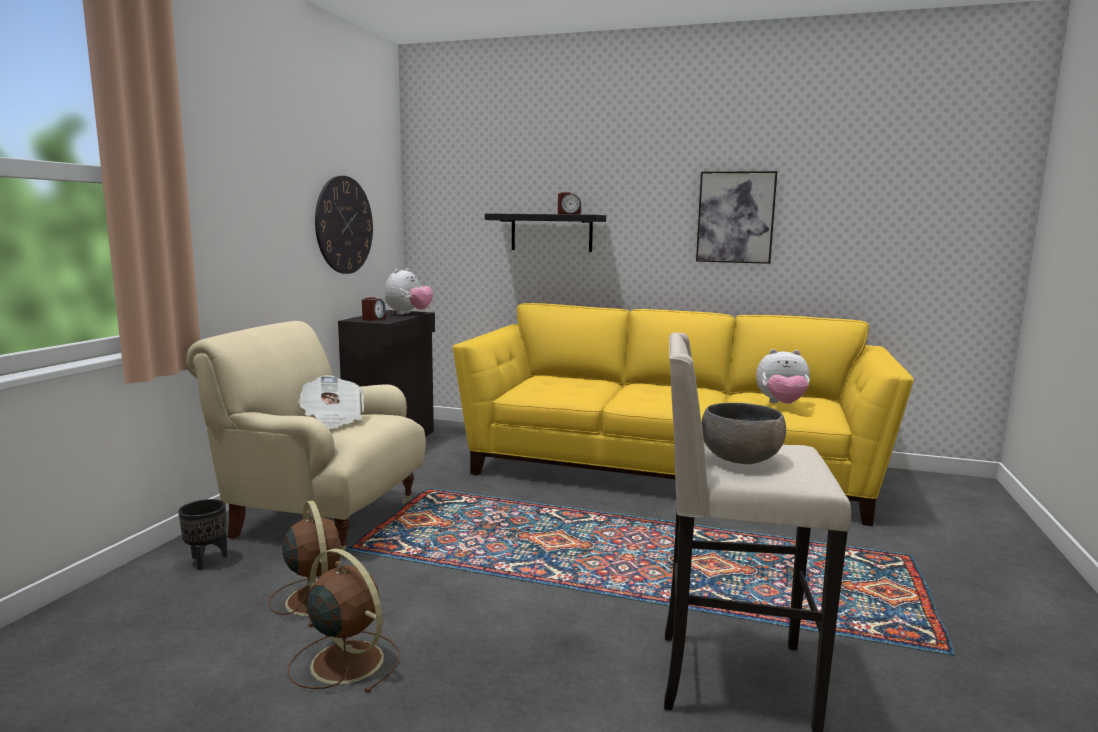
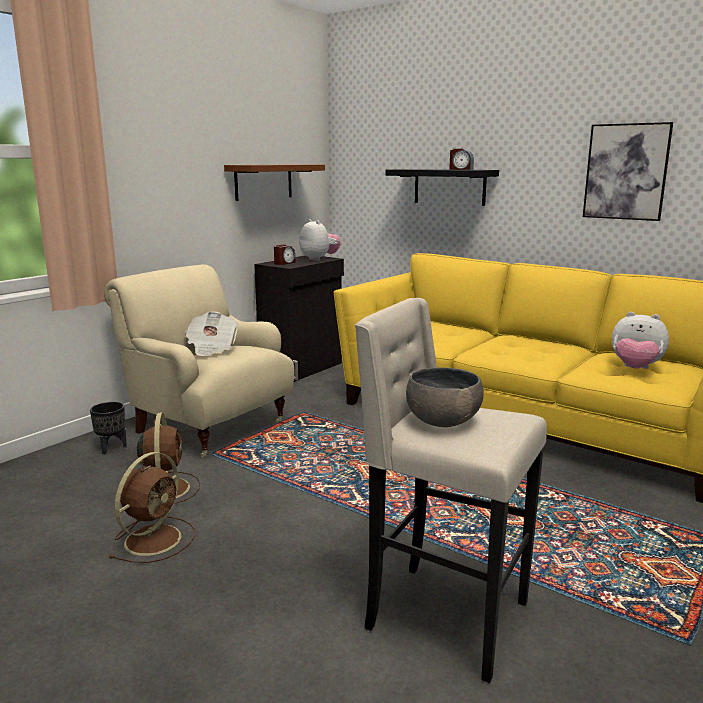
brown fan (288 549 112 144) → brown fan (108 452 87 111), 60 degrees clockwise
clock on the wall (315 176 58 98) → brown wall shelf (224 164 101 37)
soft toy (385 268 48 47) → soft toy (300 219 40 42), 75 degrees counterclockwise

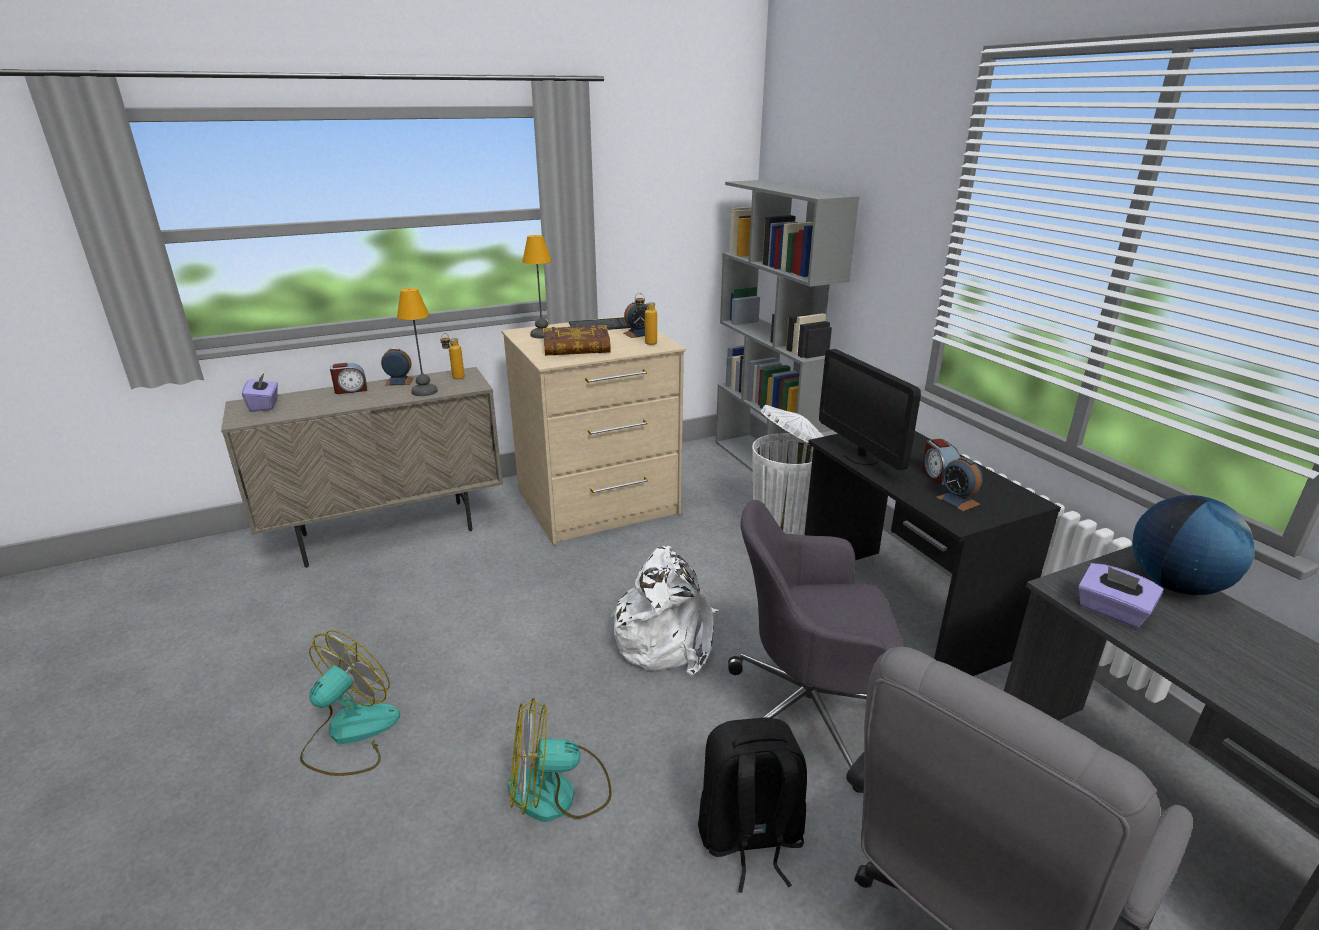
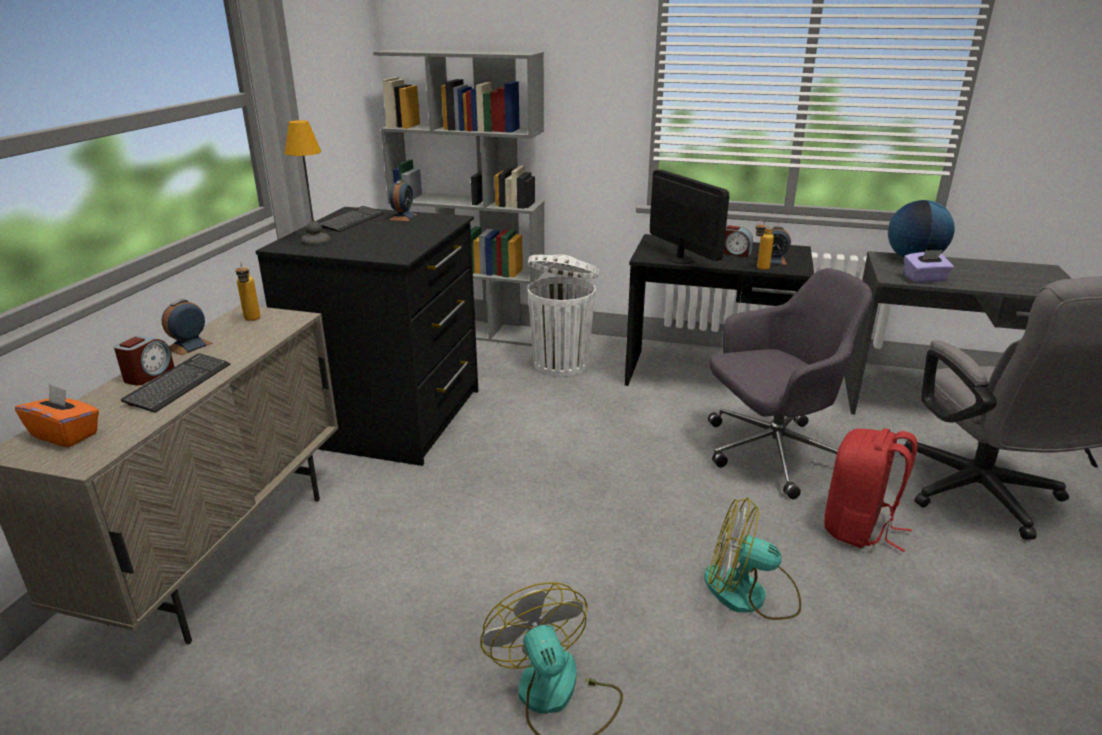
purple box of tissues (242 373 36 39) → orange-coloured box of tissues (15 384 84 64)
- → computer keyboard (121 353 109 60)
sand-coloured chest of drawers (502 316 184 229) → black chest of drawers (255 207 223 259)
computer display (819 349 102 121) → computer display (650 170 79 94), 135 degrees counterclockwise
fan (508 698 104 124) → fan (704 498 97 122), 75 degrees clockwise
gray office chair (728 500 177 293) → gray office chair (708 268 164 231), 150 degrees counterclockwise
drink bottle (635 293 22 52) → drink bottle (756 220 18 50), moved
black knapsack (698 717 109 175) → red-coloured knapsack (824 428 94 124)
tabletop lamp (397 288 41 108) → -
book (543 325 68 31) → -
whitish knapsack (611 546 107 130) → -

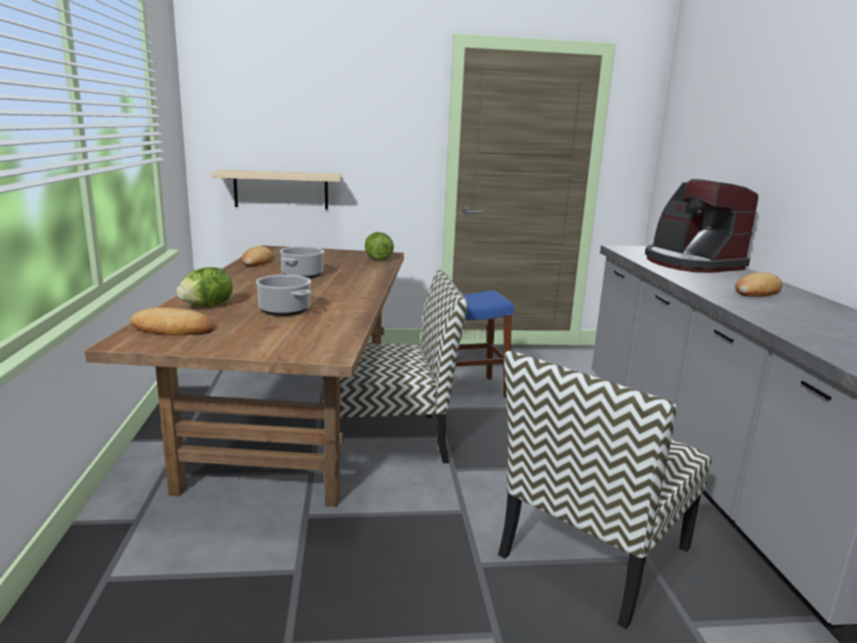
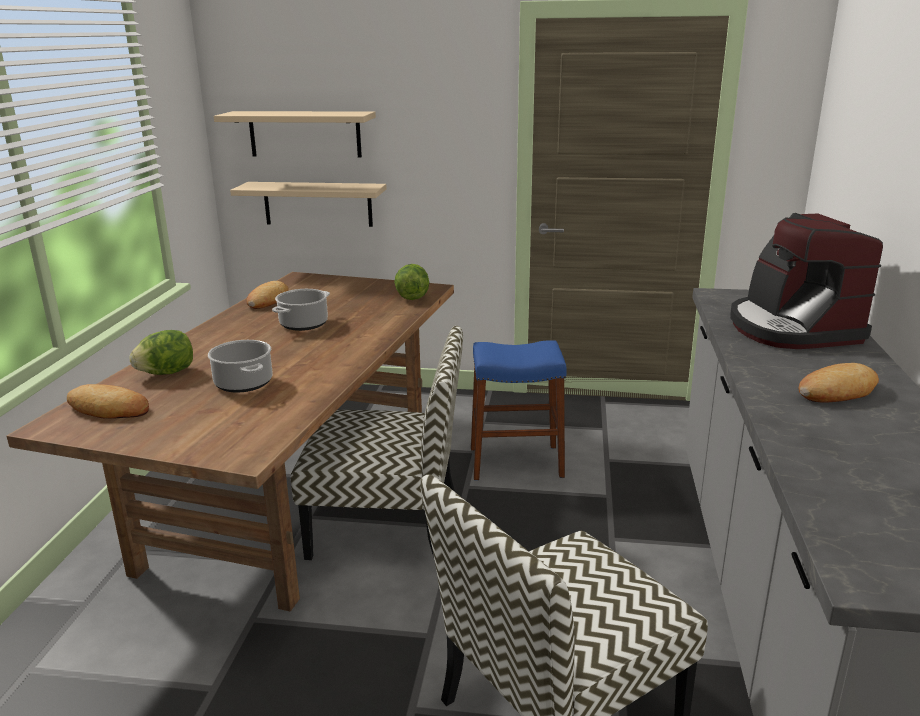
- → sand-coloured wall shelf (214 111 162 47)

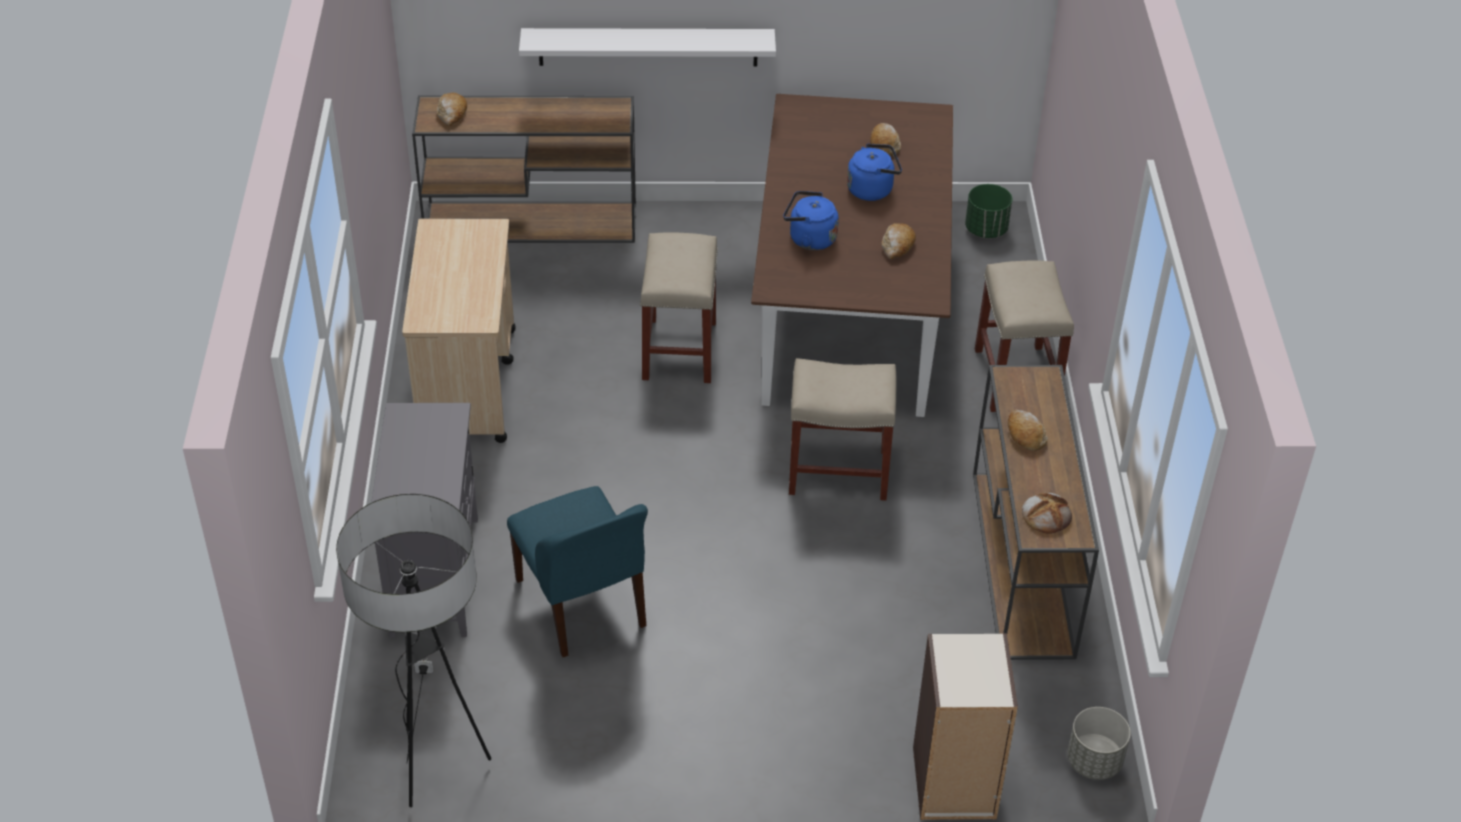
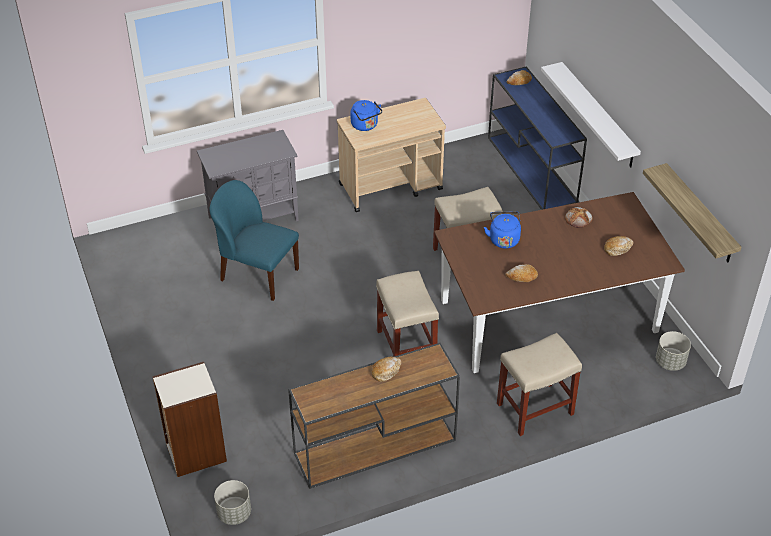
blue chair (507 486 141 171) → blue chair (210 180 89 121), 75 degrees clockwise
blue water kettle (847 144 55 57) → blue water kettle (350 100 32 31), moved
brown hall table (412 96 224 147) → blue hall table (488 66 99 144)
bakery bread (1022 493 50 41) → bakery bread (565 207 28 21), moved
- → wall shelf (643 163 99 99)
greenish flower pot (965 184 47 54) → gray flower pot (656 331 35 40)
standing lamp (336 494 156 313) → -

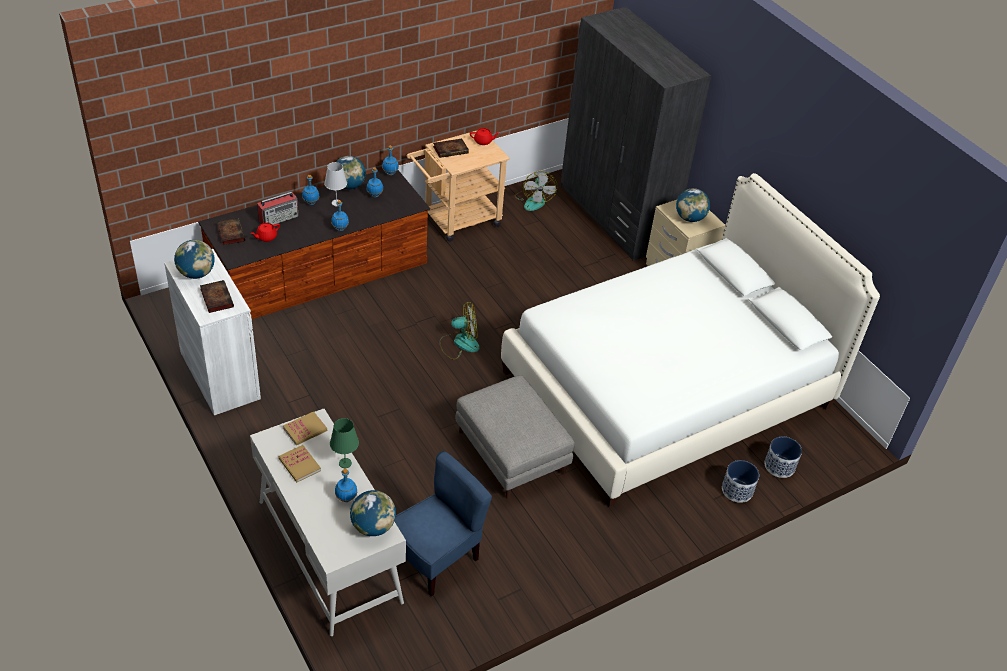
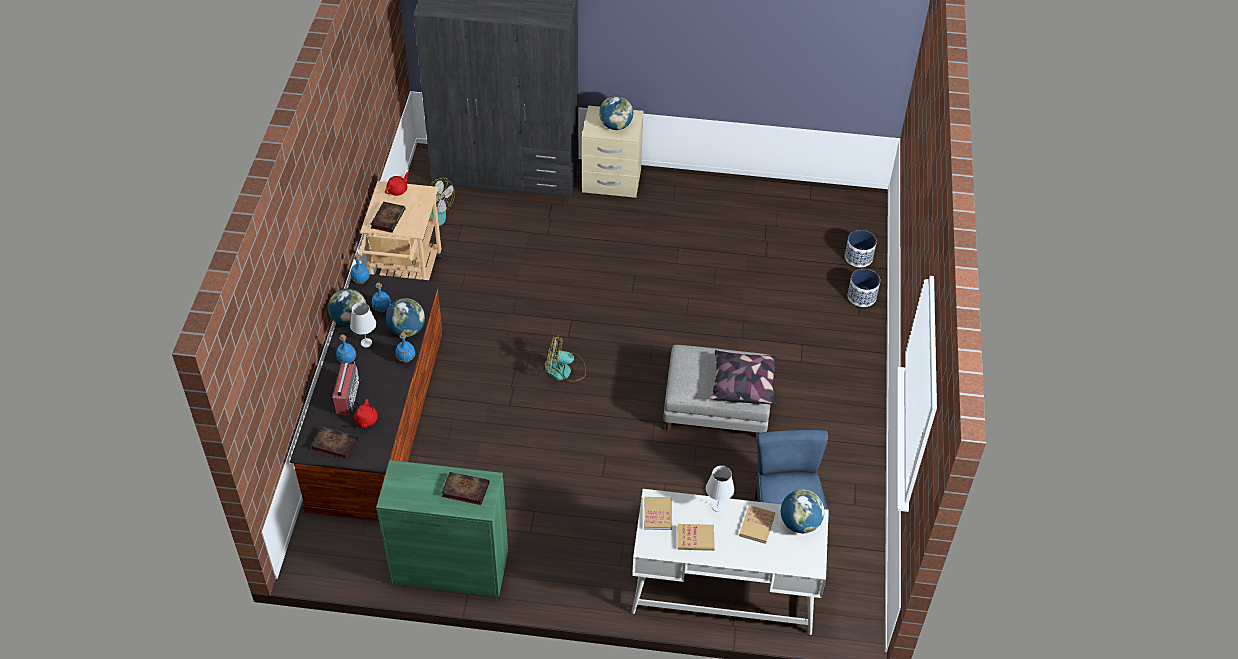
whitish cabinet (164 249 97 166) → greenish cabinet (376 460 132 137)
globe (174 240 41 39) → globe (386 298 39 39), moved
fan (440 302 39 58) → fan (545 335 41 47), 120 degrees counterclockwise
greenish tabletop lamp (330 418 29 50) → whitish tabletop lamp (706 466 28 46)
- → cushion (710 350 67 55)
blue drink bottle (335 469 22 33) → book (739 505 36 39)
whitish bed (501 173 379 334) → -

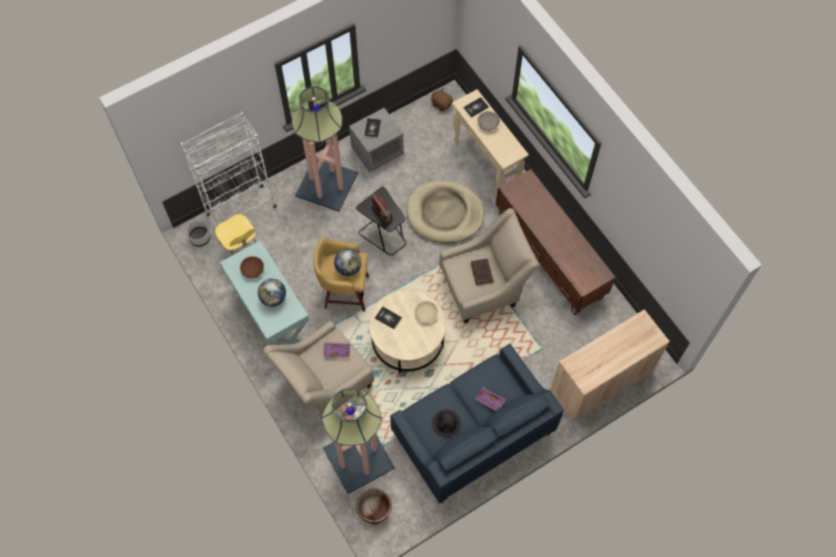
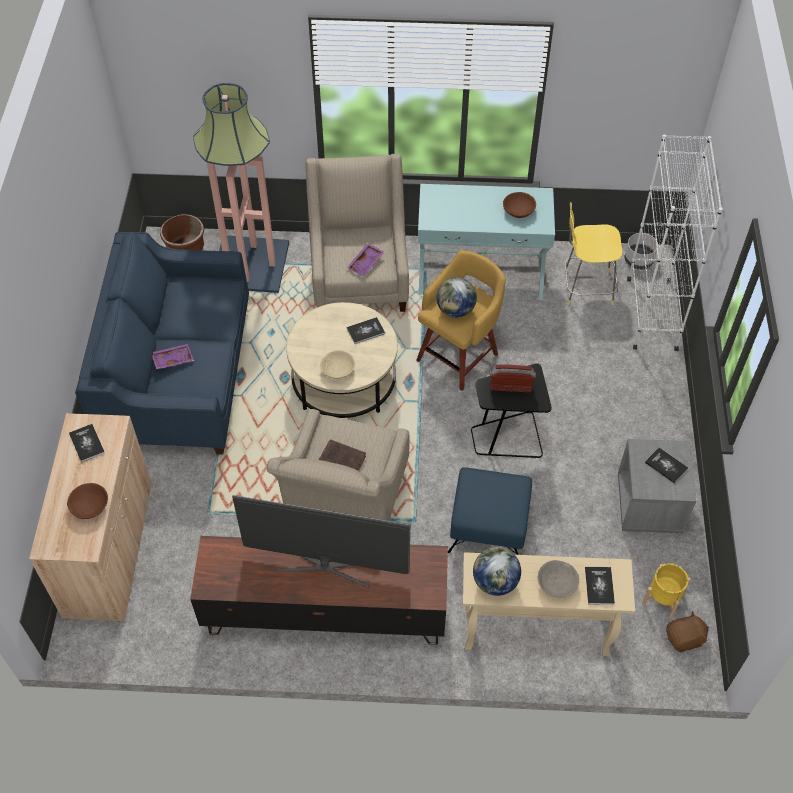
- → brown serving bowl (67 483 41 36)
- → book (69 424 36 38)
- → TV set (232 495 178 93)
sand-coloured dog cushion (407 180 78 63) → blue footrest (448 467 84 88)
globe (258 279 28 28) → globe (473 547 48 49), moved
- → yellowish flower pot (642 563 49 56)
standing lamp (292 86 66 126) → -
black hat (432 409 29 28) → -

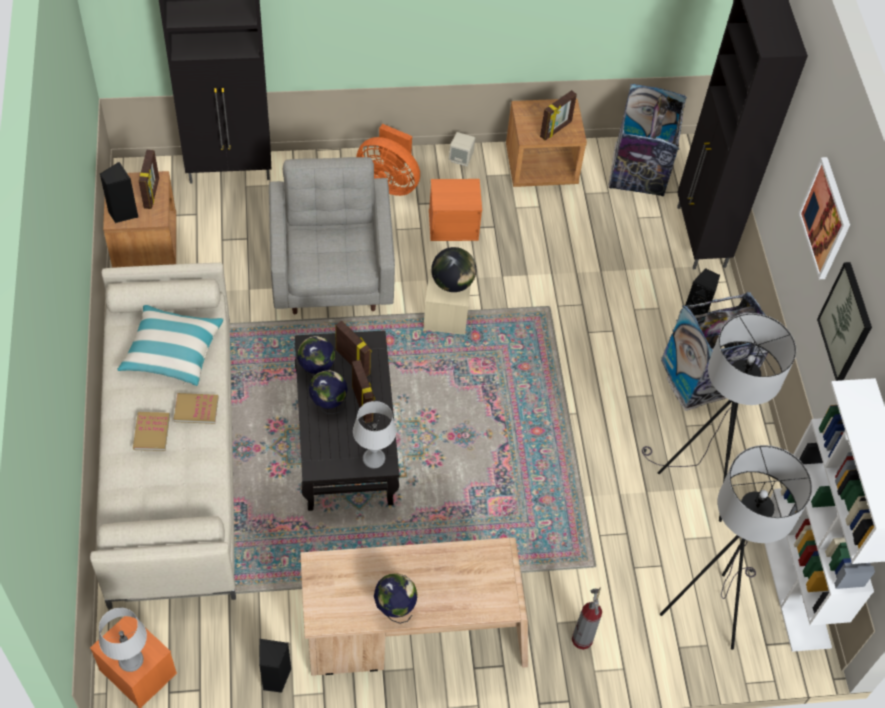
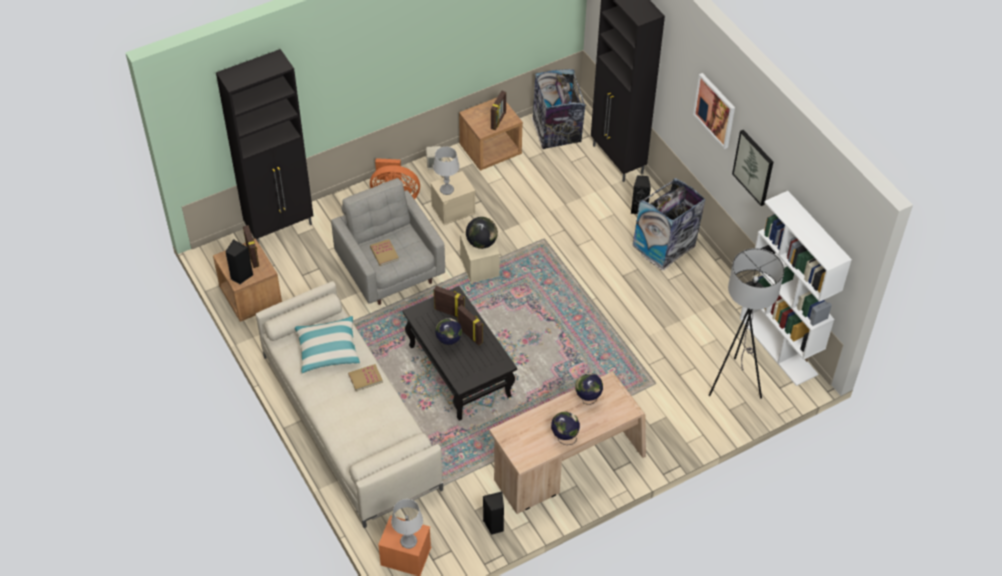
book (133 412 37 39) → book (370 239 29 27), moved
orange-coloured storage container (429 179 53 62) → sand-coloured storage container (430 171 46 54)
gray tabletop lamp (353 401 43 67) → gray tabletop lamp (433 147 27 48), moved
globe (297 336 38 42) → globe (575 373 28 32), moved
extinguisher (572 588 30 62) → -
gray standing lamp (642 313 154 209) → -

